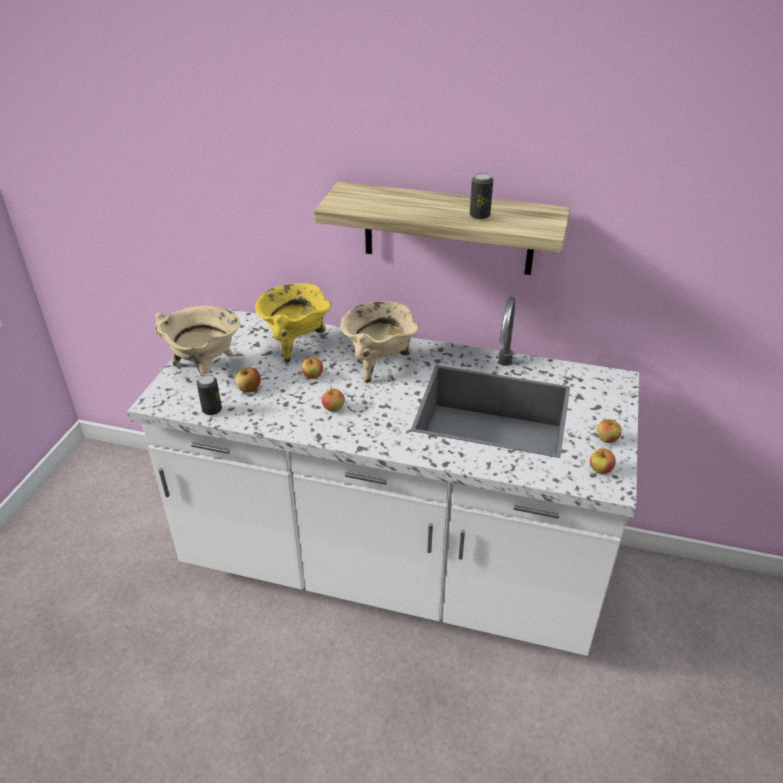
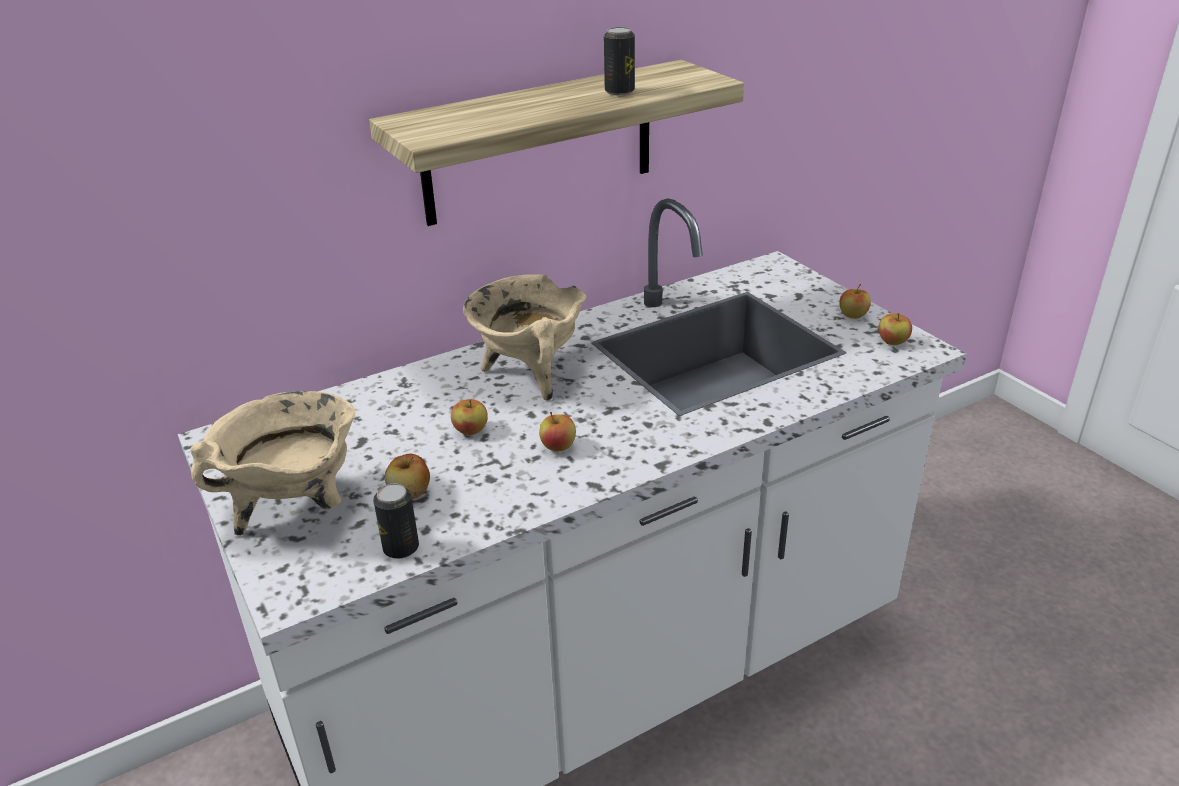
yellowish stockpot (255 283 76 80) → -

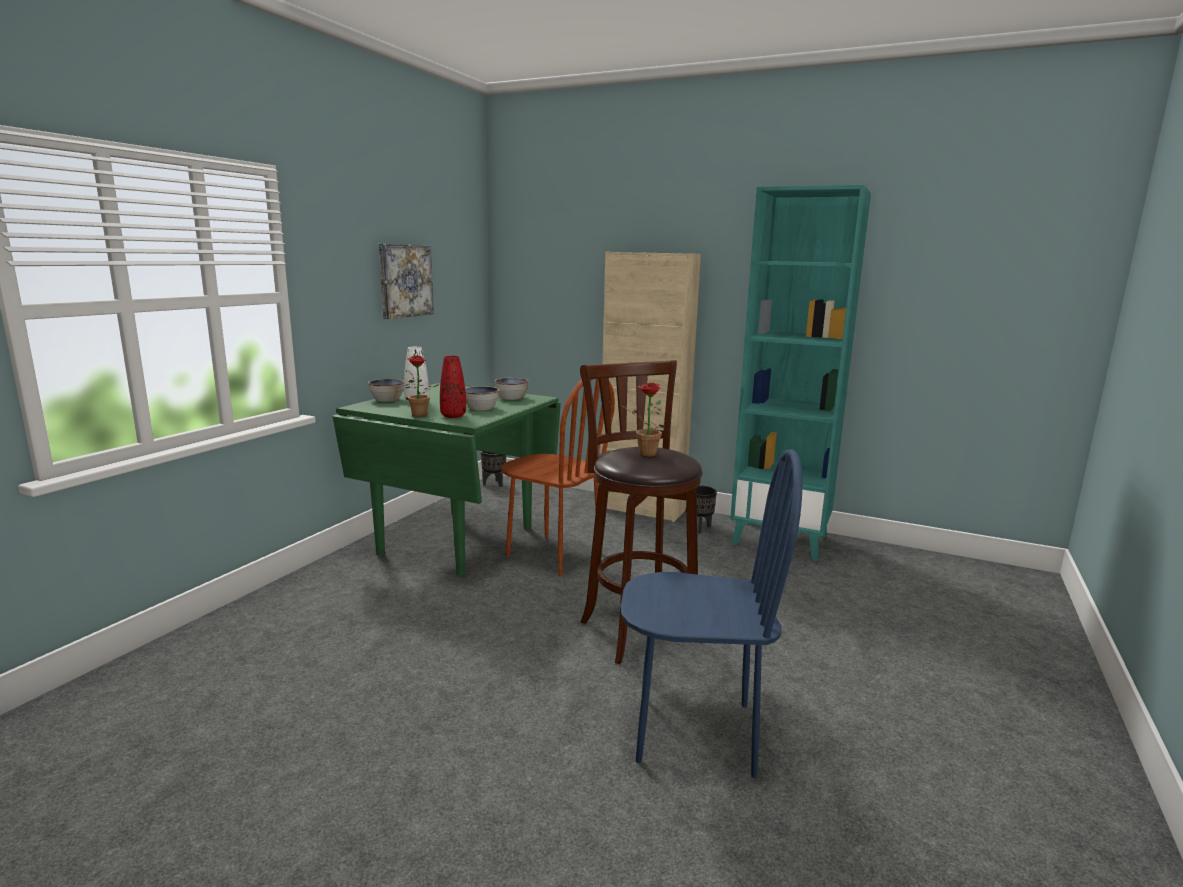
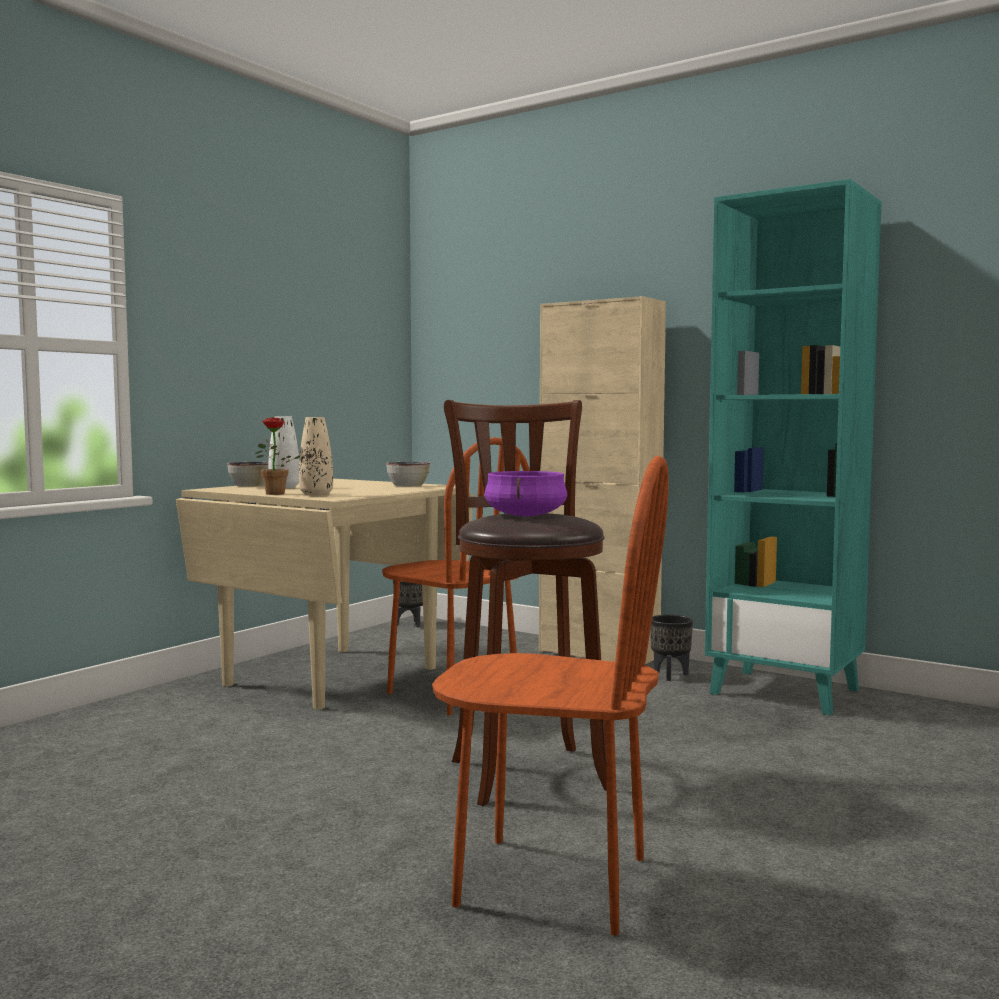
greenish kitchen table (332 383 229 192) → sand-coloured kitchen table (176 479 298 230)
red-coloured decorative vase (440 356 26 62) → sand-coloured decorative vase (299 417 34 79)
blue chair (621 449 182 329) → brown chair (432 456 237 480)
houseplant (620 383 46 74) → purple stockpot (485 471 82 45)
wall art (379 244 55 75) → -
serving bowl (465 386 34 24) → -

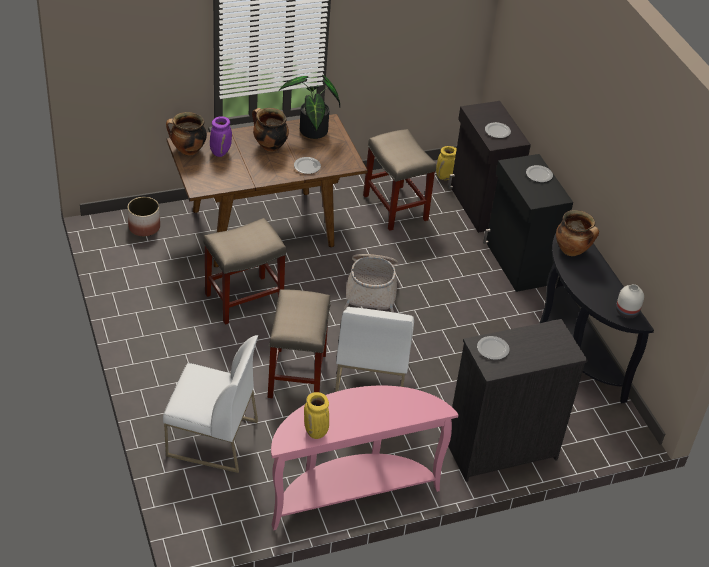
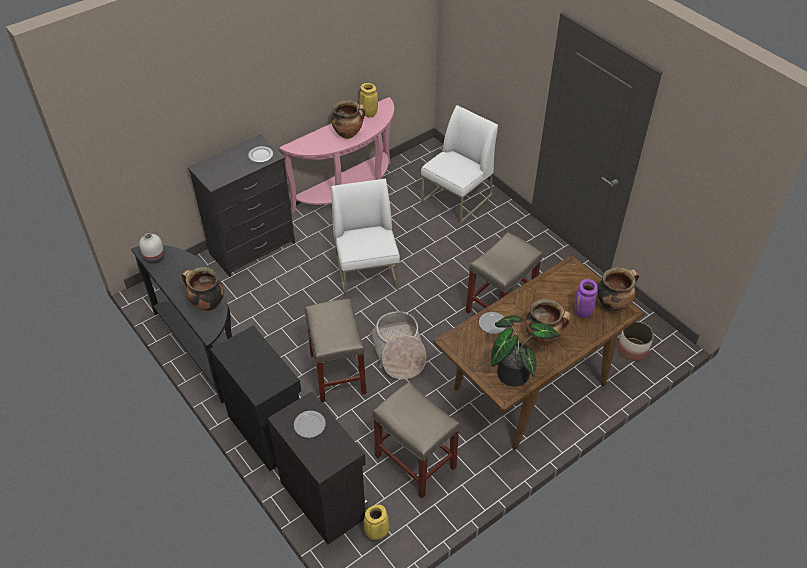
sand-coloured stool (268 289 63 109) → sand-coloured stool (305 299 62 103), moved
- → stockpot (331 100 35 39)
whitish chair (163 335 95 138) → whitish chair (421 105 77 119), 135 degrees clockwise
plate (526 165 27 17) → -

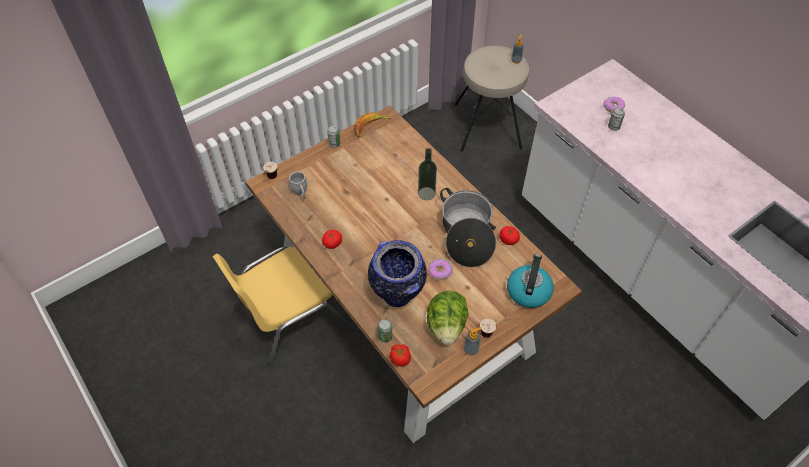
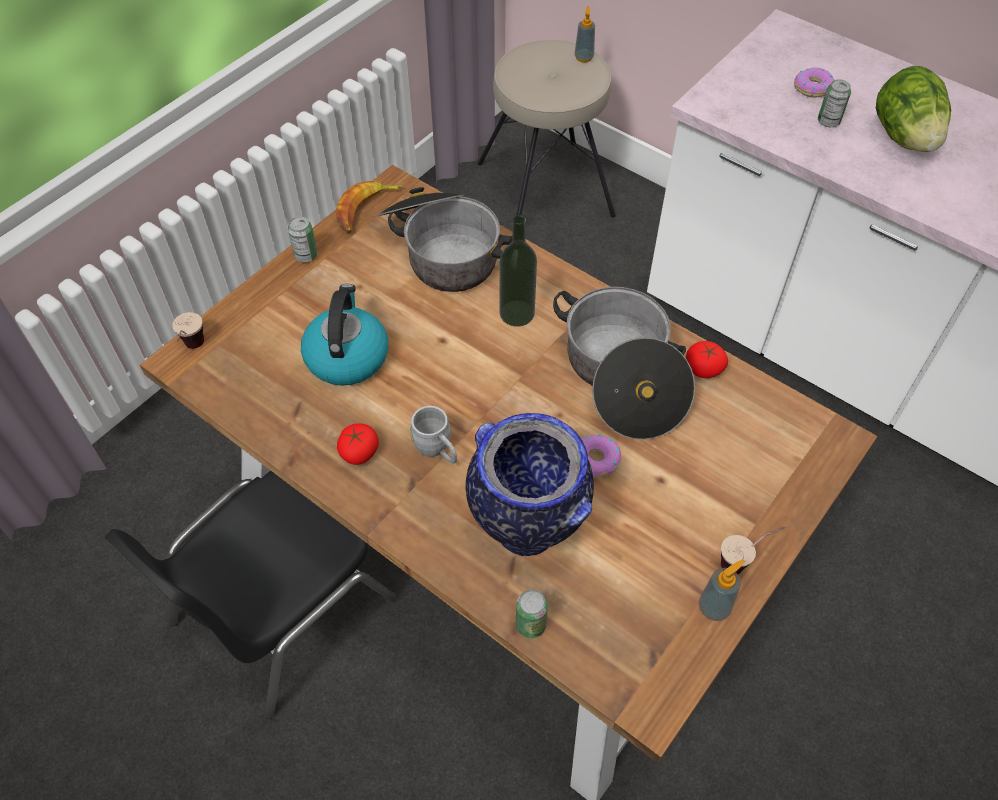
yellowish chair (213 247 133 117) → black chair (105 471 291 248)
water kettle (507 254 47 54) → water kettle (301 284 87 102), moved
- → stockpot (377 187 135 105)
gray coffee mug (289 171 18 28) → gray coffee mug (410 406 47 58), moved
lettuce (427 291 41 54) → lettuce (876 66 75 86), moved
whole tomato (390 344 21 22) → -

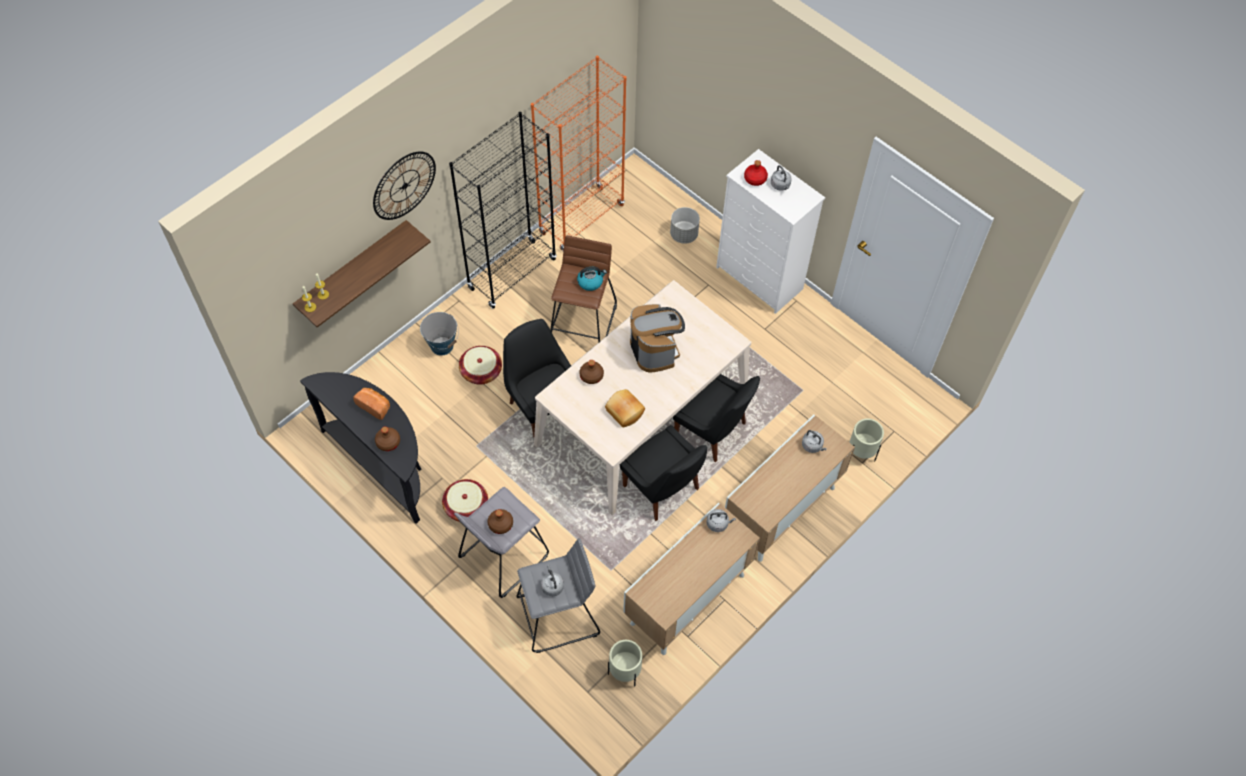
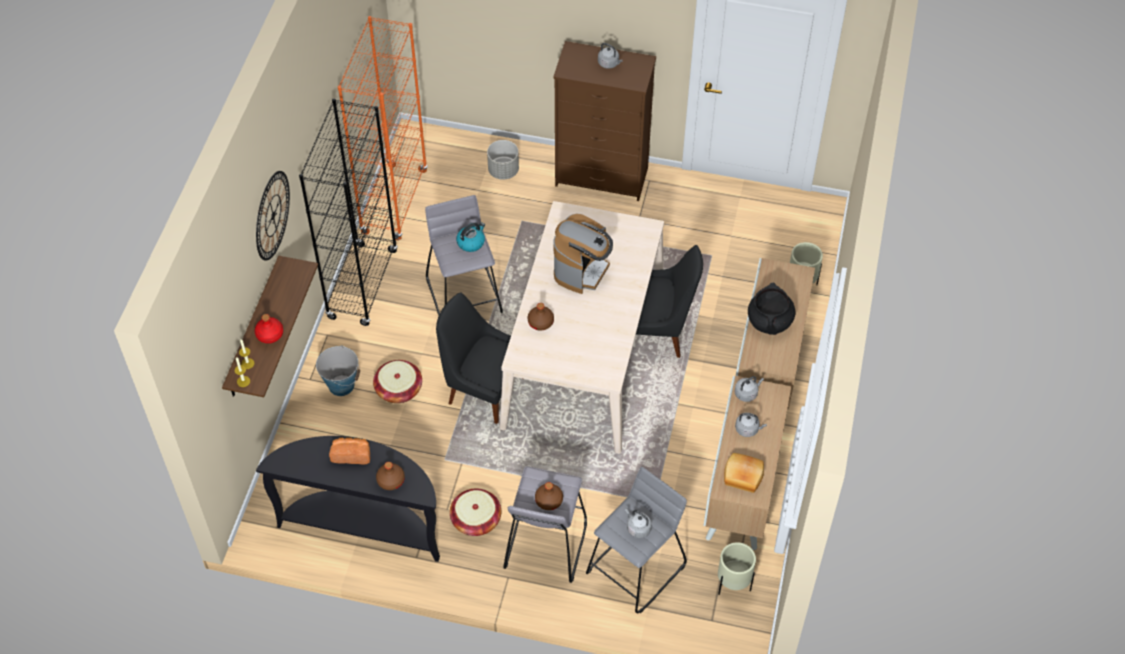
red-coloured drink bottle (744 160 24 26) → red-coloured drink bottle (254 314 29 30), moved
brown stool (550 235 67 107) → gray stool (425 195 78 120)
whitish chest of drawers (716 149 109 165) → brown chest of drawers (553 41 103 160)
coffee machine (630 304 55 69) → coffee machine (553 213 60 81), 75 degrees clockwise
bakery bread (605 389 40 39) → bakery bread (724 453 40 40), moved
gray water kettle (802 430 25 23) → gray water kettle (735 413 32 24), moved
- → black stockpot (748 282 48 53)
black chair (620 425 87 96) → -

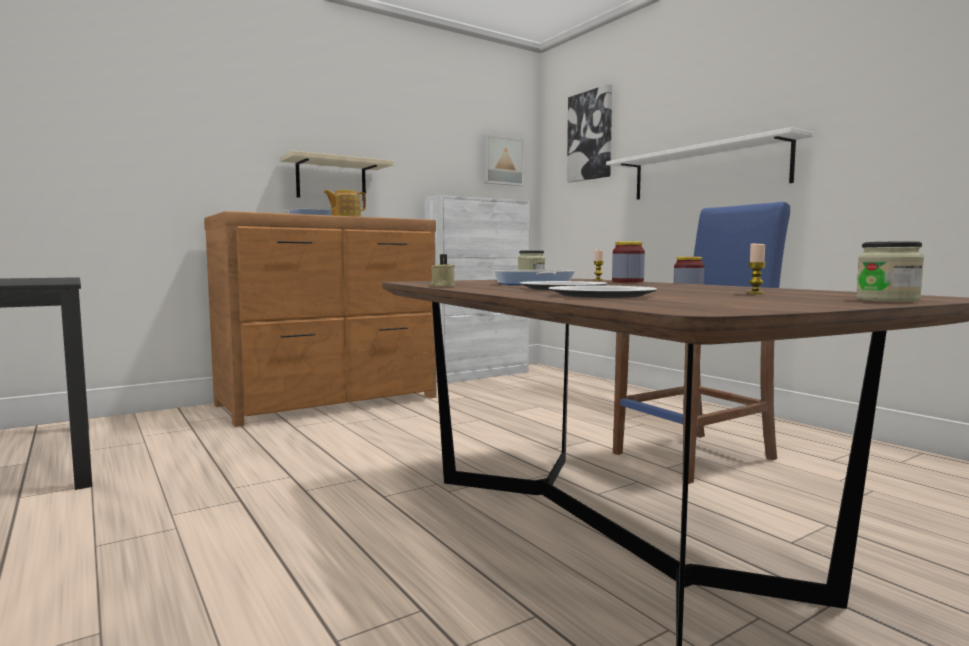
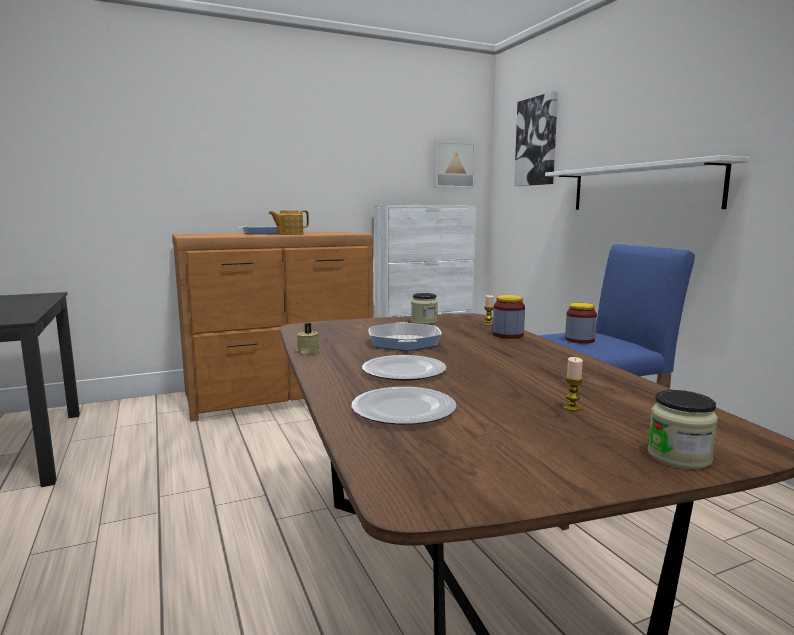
sand-coloured wall shelf (281 151 112 49) → -

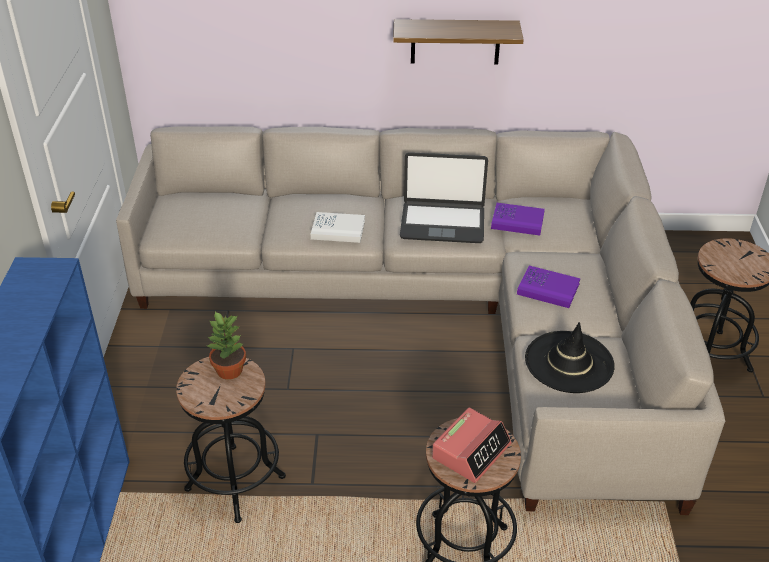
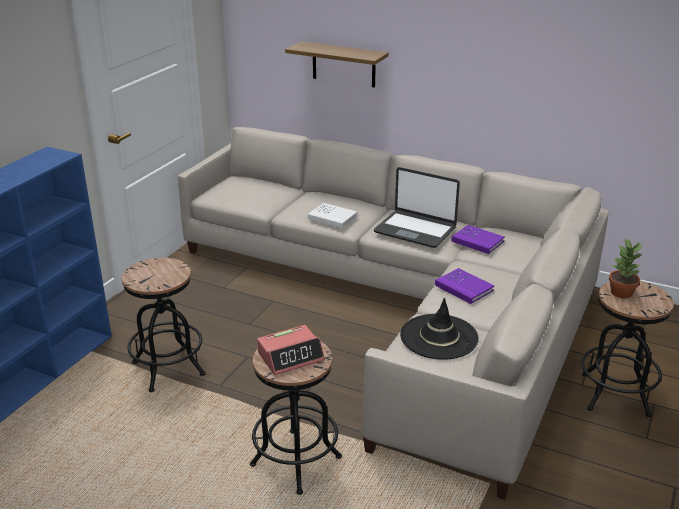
wall shelf (393 19 131 46) → wall shelf (285 41 104 47), moved
houseplant (208 311 38 69) → houseplant (609 239 35 59), moved

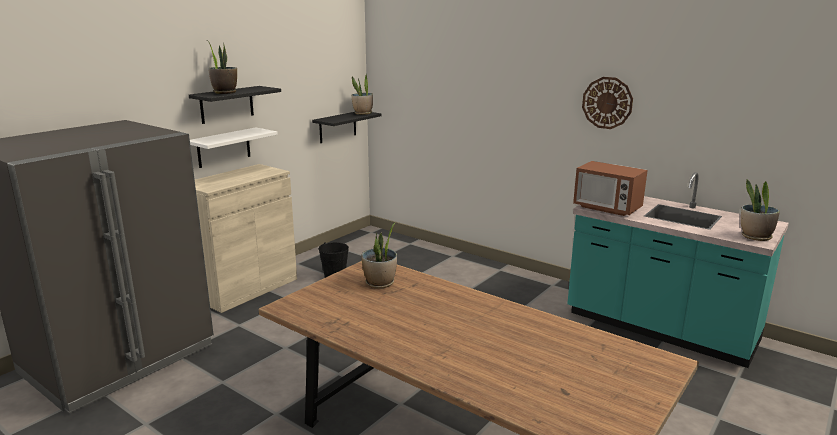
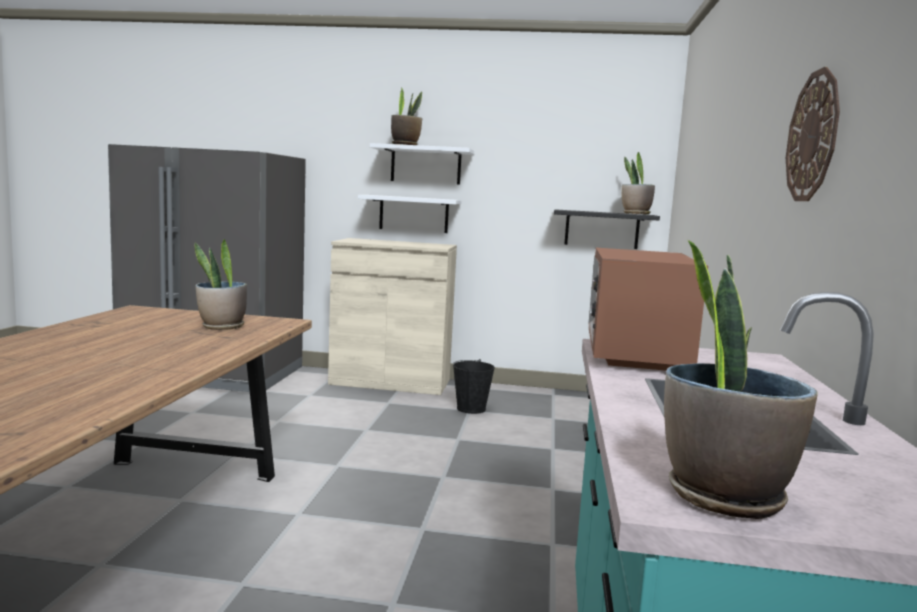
black wall shelf (189 86 92 38) → whitish wall shelf (370 143 104 42)

